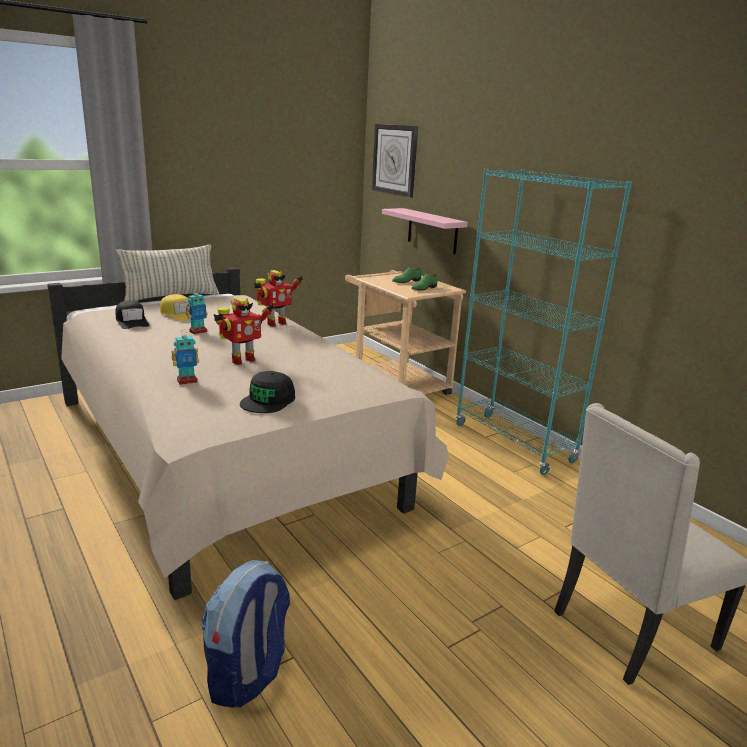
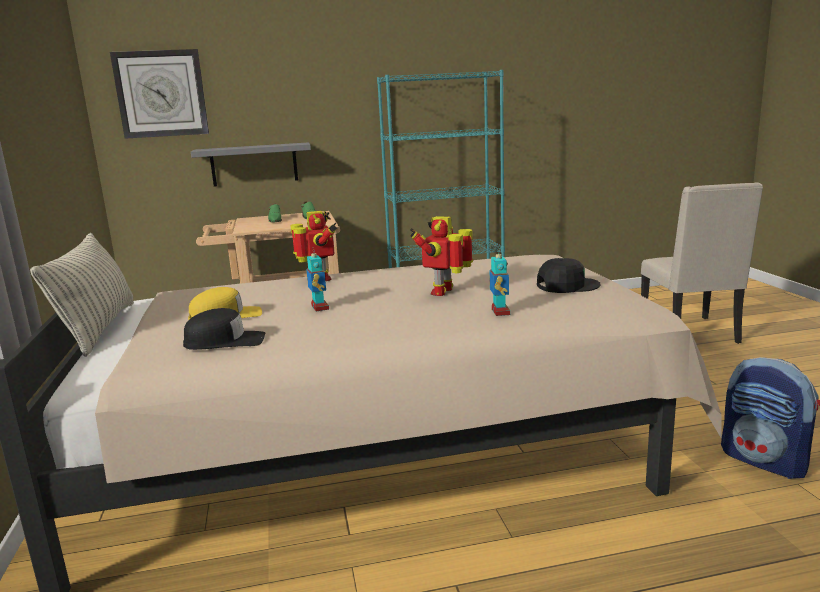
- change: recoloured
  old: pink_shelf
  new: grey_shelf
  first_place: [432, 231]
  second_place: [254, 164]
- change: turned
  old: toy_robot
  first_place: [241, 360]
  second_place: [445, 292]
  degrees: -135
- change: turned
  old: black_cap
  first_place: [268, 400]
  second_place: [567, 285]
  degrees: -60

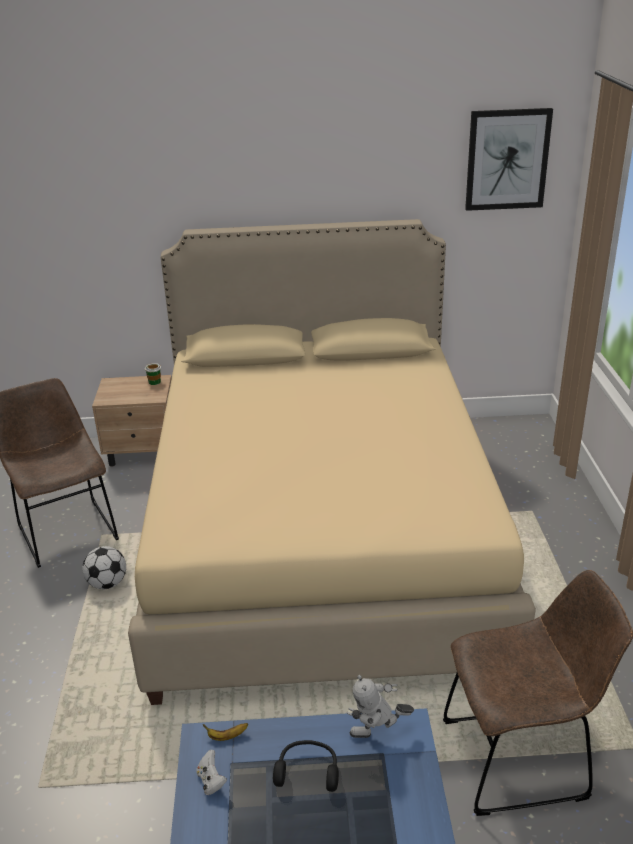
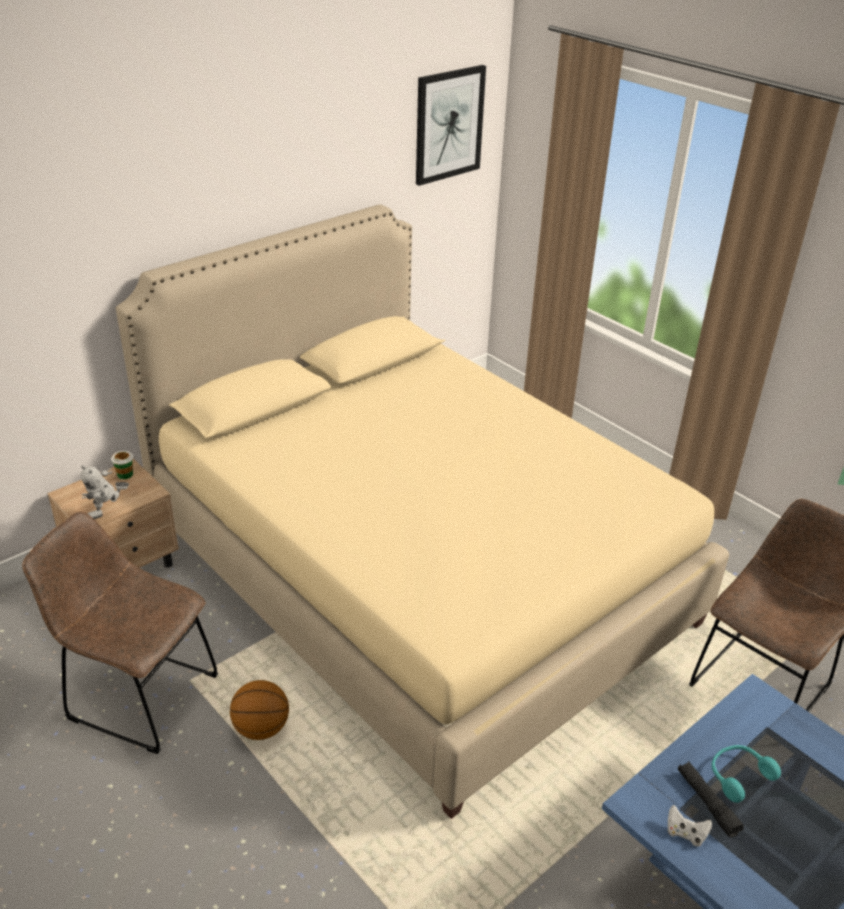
- change: removed
  old: banana
  first_place: [226, 736]
- change: added
  new: black_flashlight
  second_place: [707, 802]
- change: moved
  old: toy_robot
  first_place: [377, 736]
  second_place: [108, 513]
- change: replaced
  old: football
  new: basketball
  first_place: [107, 584]
  second_place: [261, 728]
- change: recoloured
  old: black_headphones
  new: turquoise_headphones
  first_place: [308, 771]
  second_place: [738, 775]

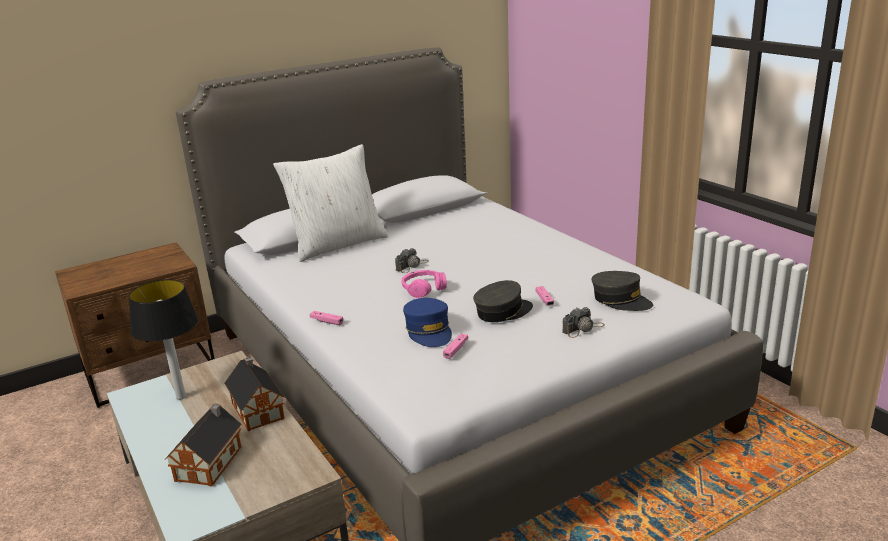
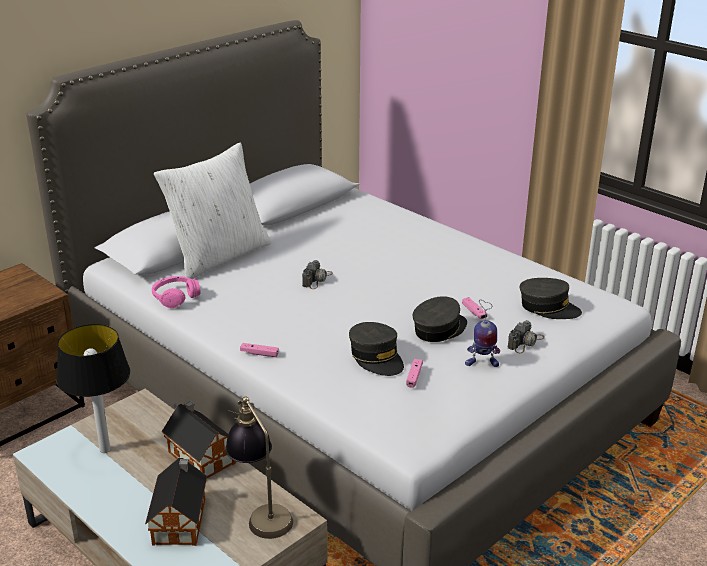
- change: added
  new: table_lamp
  second_place: [261, 511]
- change: added
  new: toy_robot
  second_place: [481, 363]
- change: moved
  old: pink_headphones
  first_place: [423, 289]
  second_place: [175, 297]
- change: recoloured
  old: blue_cap
  new: grey_cap
  first_place: [429, 331]
  second_place: [376, 357]

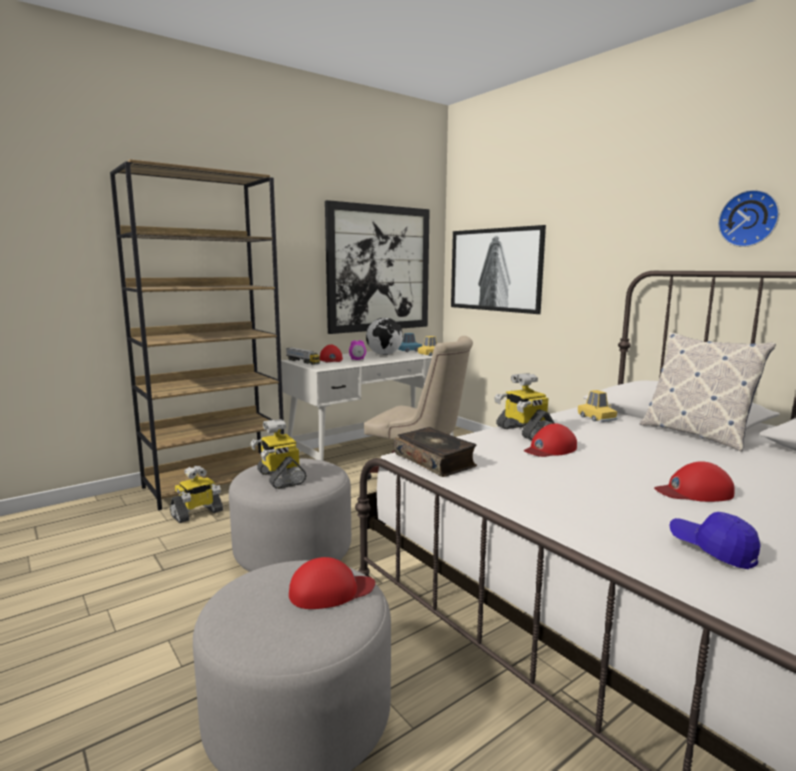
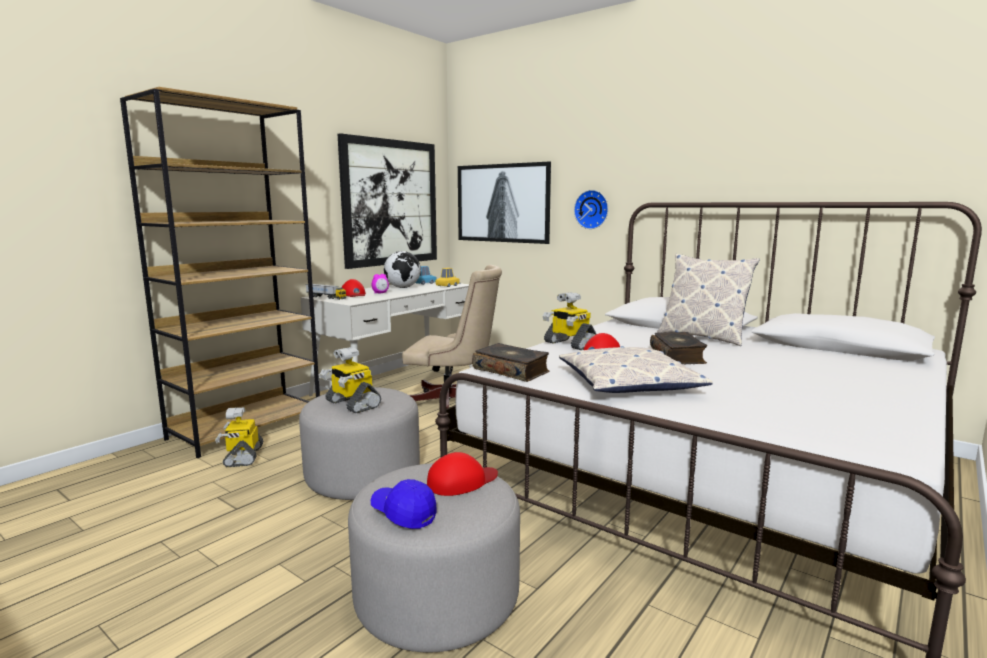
- change: removed
  old: yellow_toy_car
  first_place: [596, 418]
- change: removed
  old: red_cap
  first_place: [694, 492]
- change: added
  new: pillow
  second_place: [629, 383]
- change: added
  new: book
  second_place: [678, 356]
- change: moved
  old: blue_cap
  first_place: [712, 550]
  second_place: [403, 514]
- change: moved
  old: wall_clock
  first_place: [749, 219]
  second_place: [592, 209]
- change: turned
  old: toy_robot
  first_place: [197, 514]
  second_place: [243, 456]
  degrees: 135

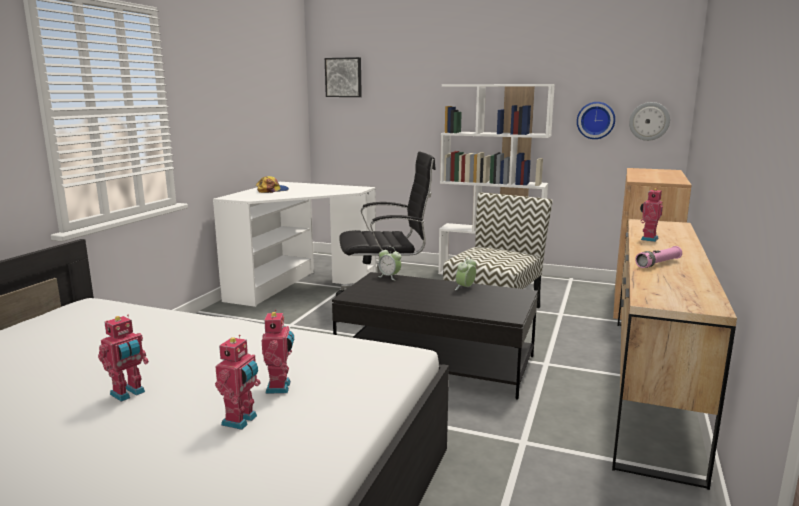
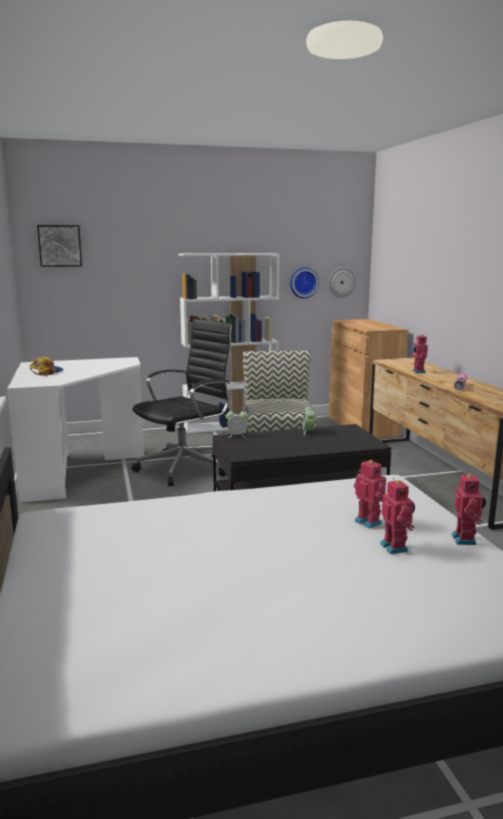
- change: moved
  old: toy_robot
  first_place: [128, 394]
  second_place: [465, 539]

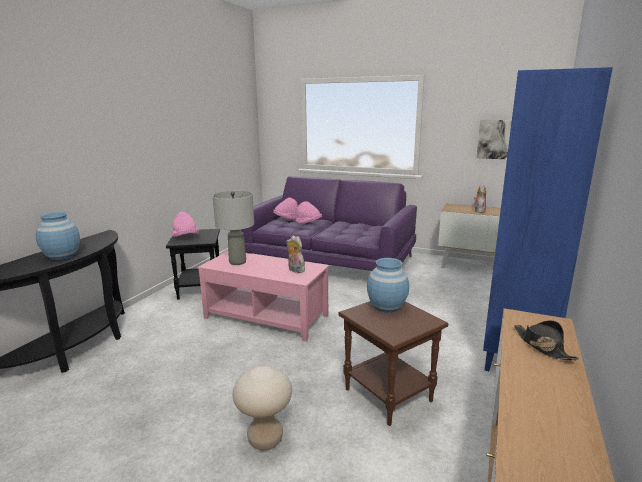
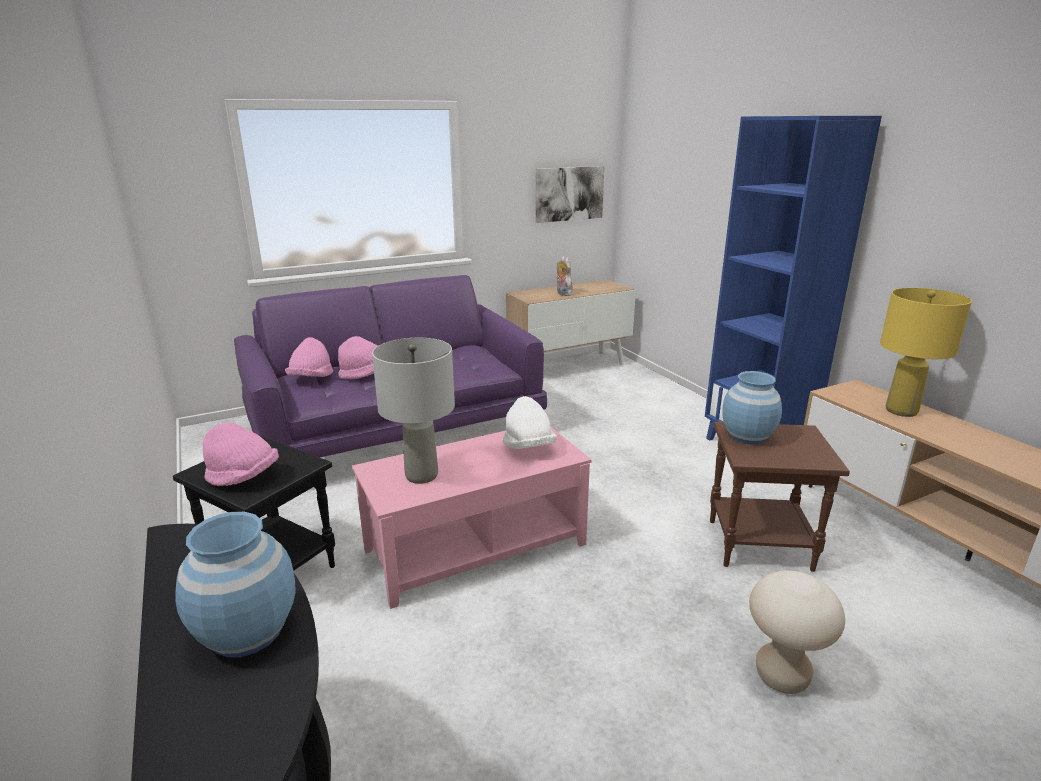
- change: replaced
  old: plush_toy
  new: white_hat
  first_place: [295, 270]
  second_place: [528, 447]
- change: replaced
  old: black_hat
  new: yellow_table_lamp
  first_place: [542, 346]
  second_place: [900, 410]

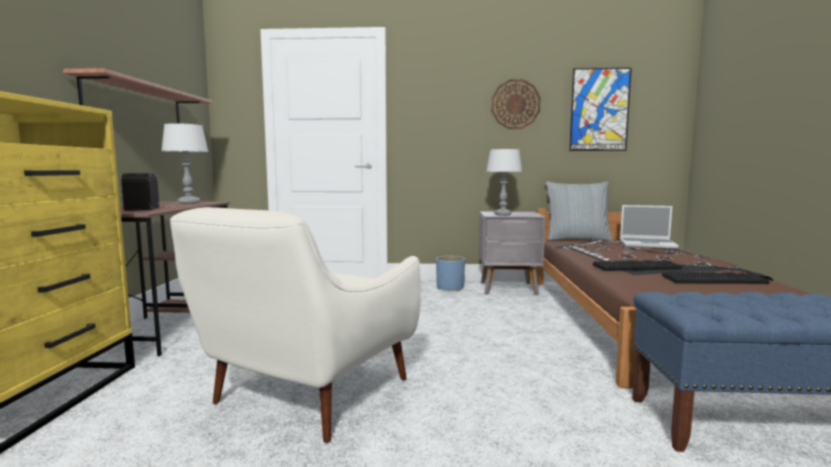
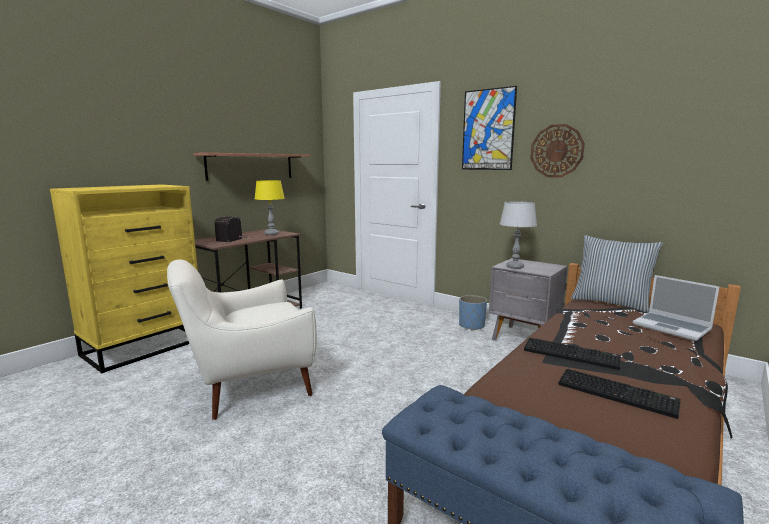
- change: moved
  old: picture
  first_place: [599, 110]
  second_place: [488, 130]
- change: recoloured
  old: grey_table_lamp
  new: yellow_table_lamp
  first_place: [188, 203]
  second_place: [271, 234]

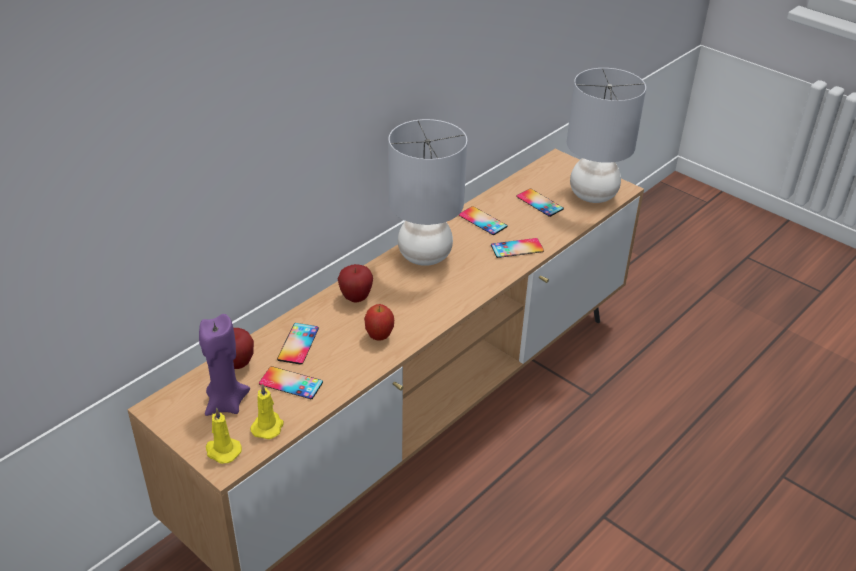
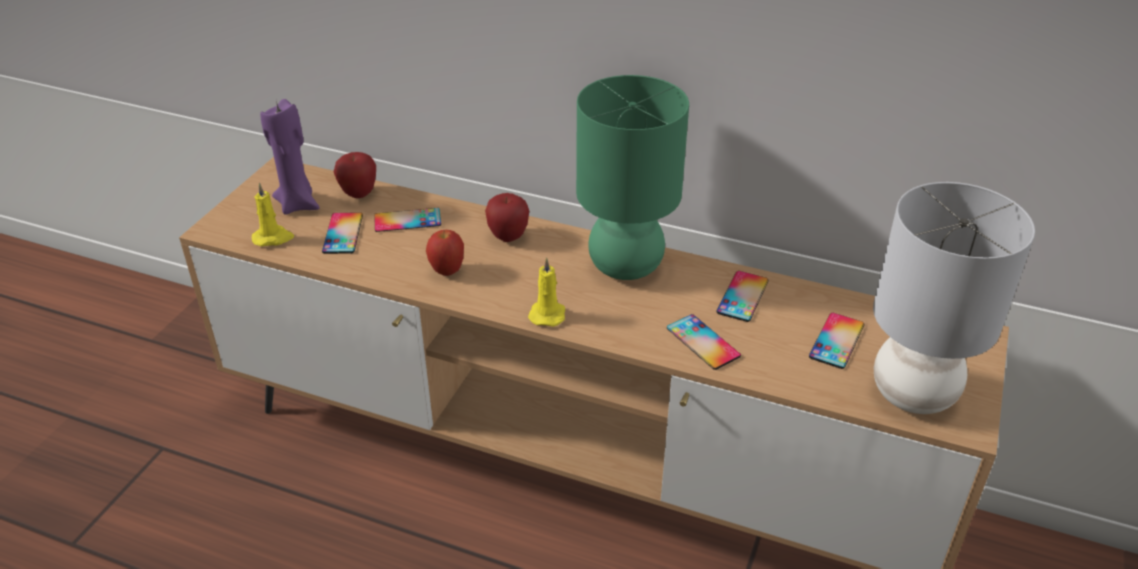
- change: moved
  old: yellow_candle
  first_place: [222, 451]
  second_place: [547, 314]
- change: recoloured
  old: grey_table_lamp
  new: green_table_lamp
  first_place: [425, 256]
  second_place: [625, 267]

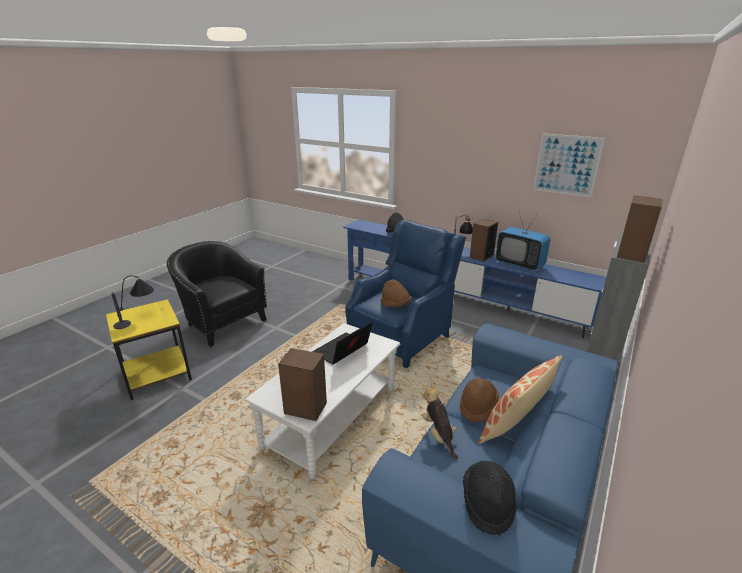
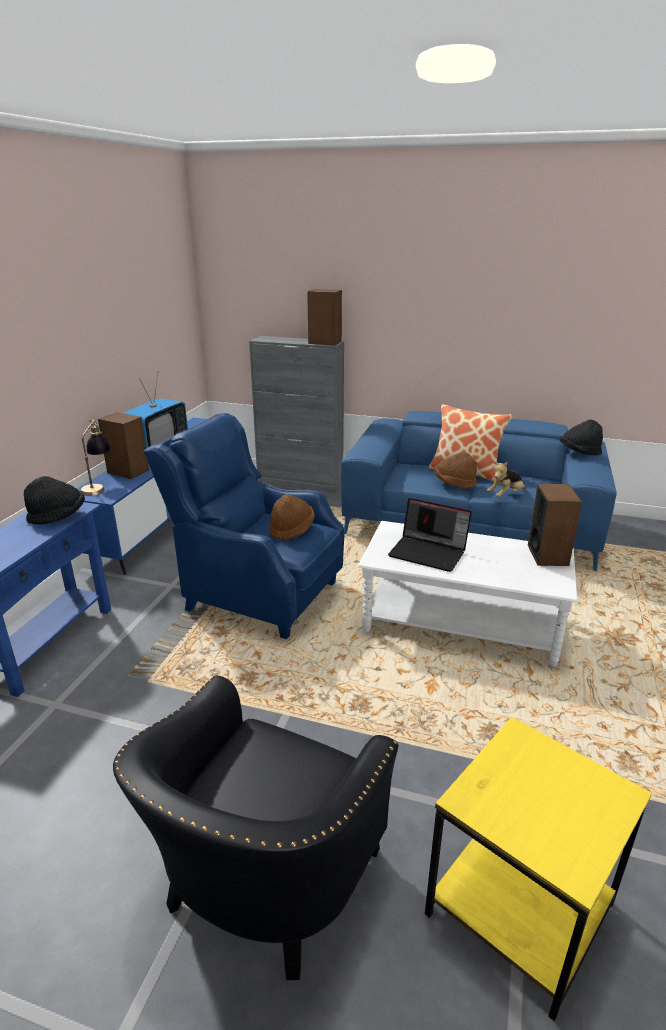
- change: removed
  old: table_lamp
  first_place: [138, 318]
- change: removed
  old: picture
  first_place: [566, 165]

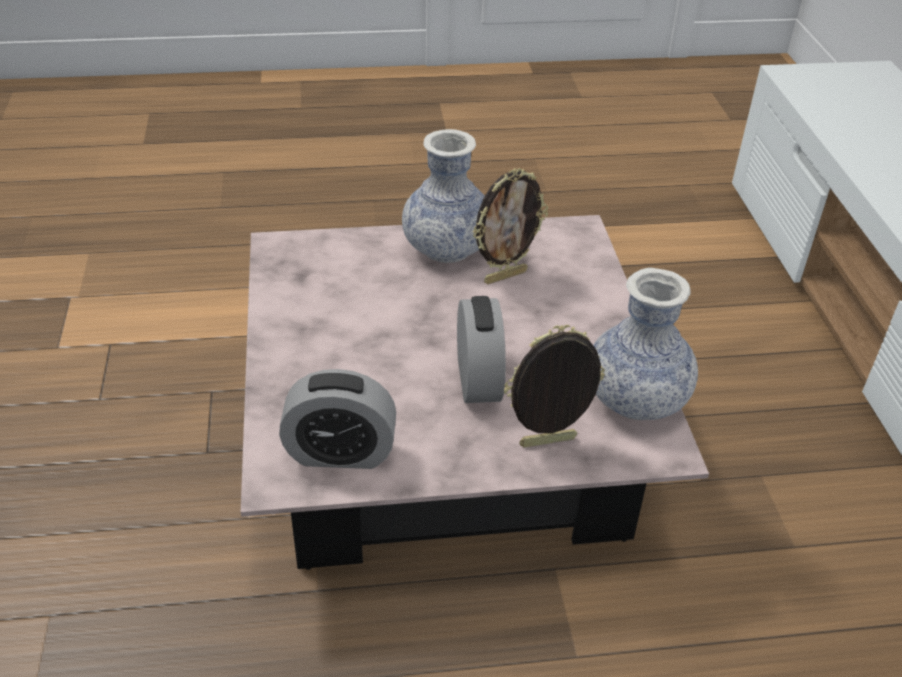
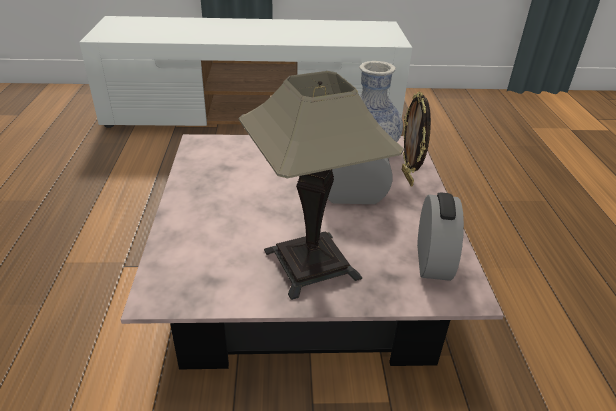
- change: removed
  old: vase
  first_place: [446, 248]
- change: removed
  old: picture_frame
  first_place: [505, 276]
- change: added
  new: table_lamp
  second_place: [311, 264]

